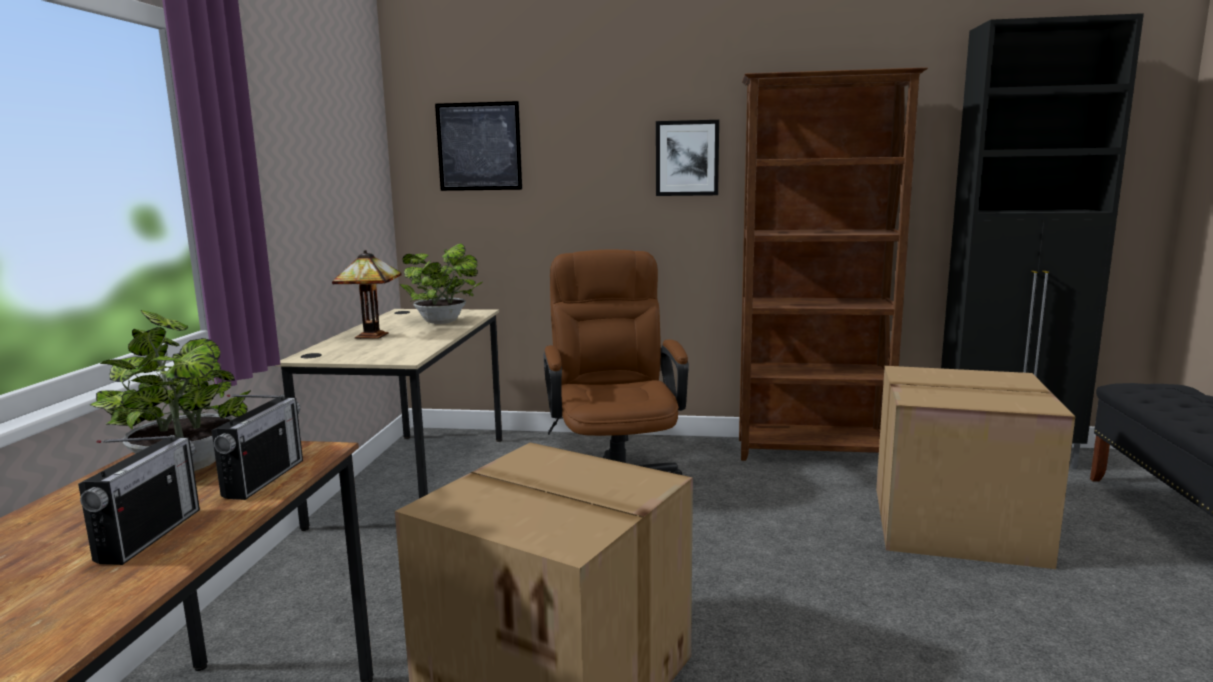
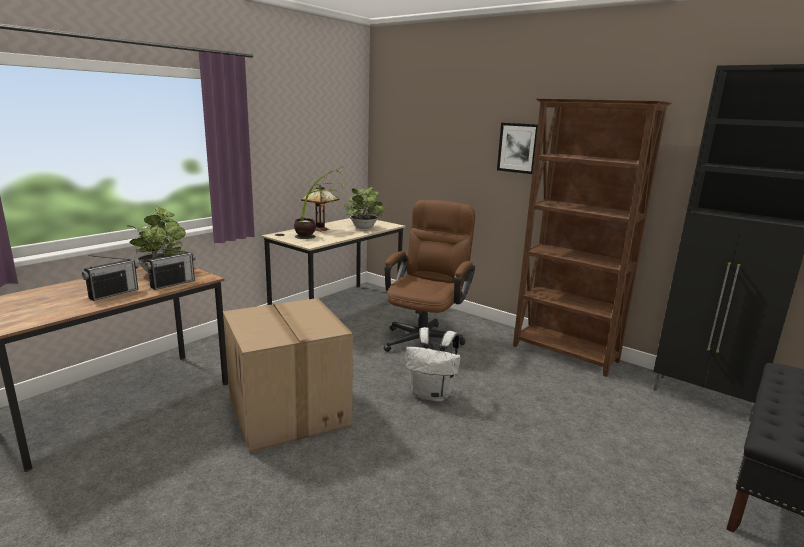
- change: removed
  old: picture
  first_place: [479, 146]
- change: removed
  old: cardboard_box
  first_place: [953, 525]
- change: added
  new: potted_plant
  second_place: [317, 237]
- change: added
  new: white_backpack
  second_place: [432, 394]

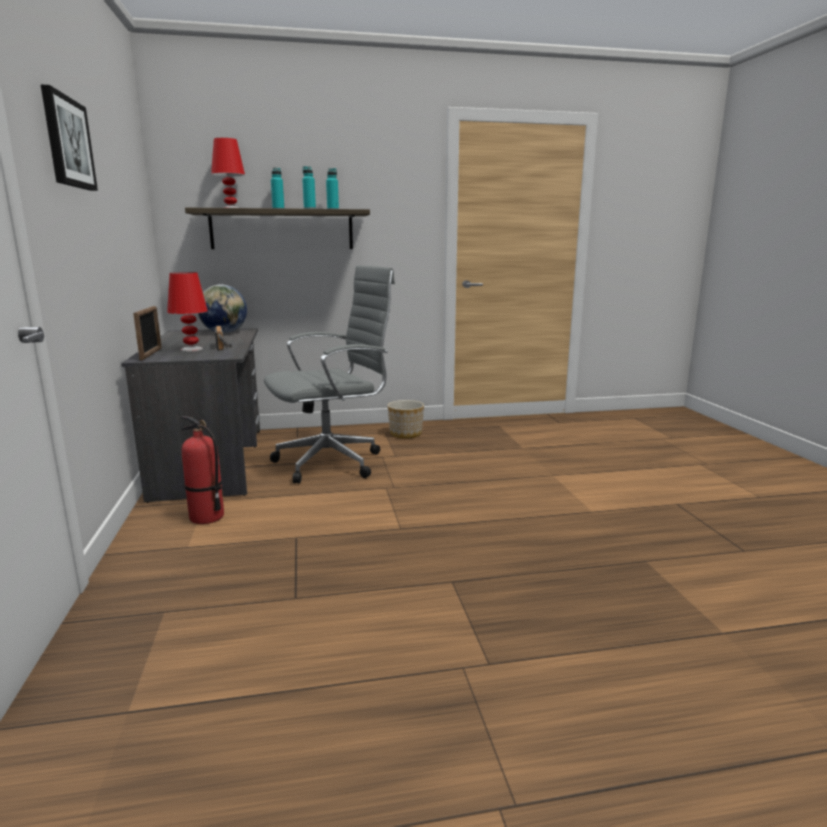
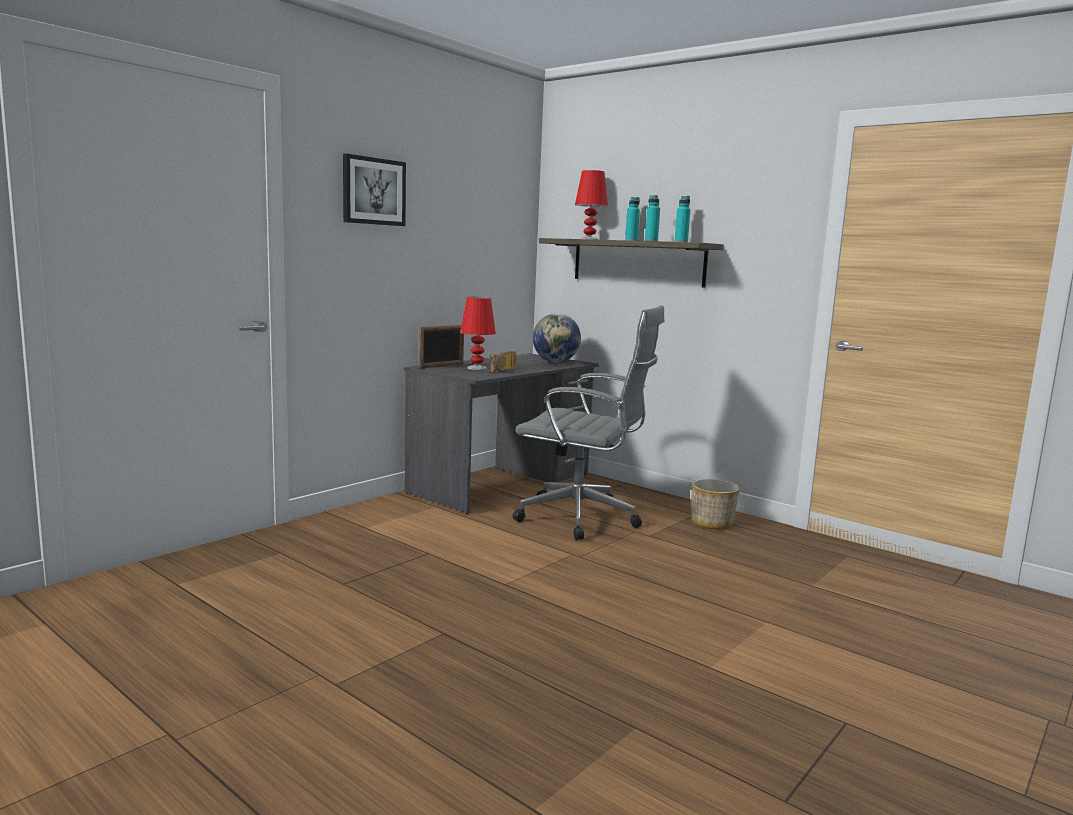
- change: removed
  old: fire_extinguisher
  first_place: [206, 517]

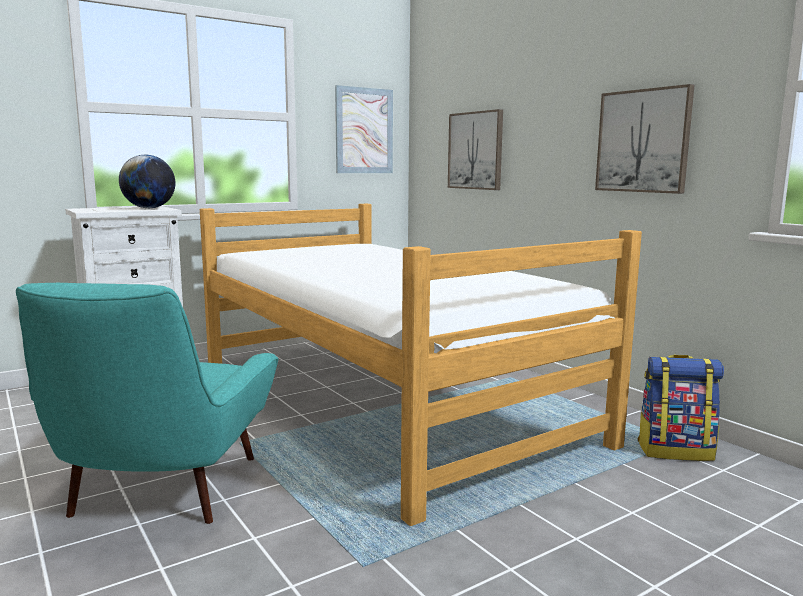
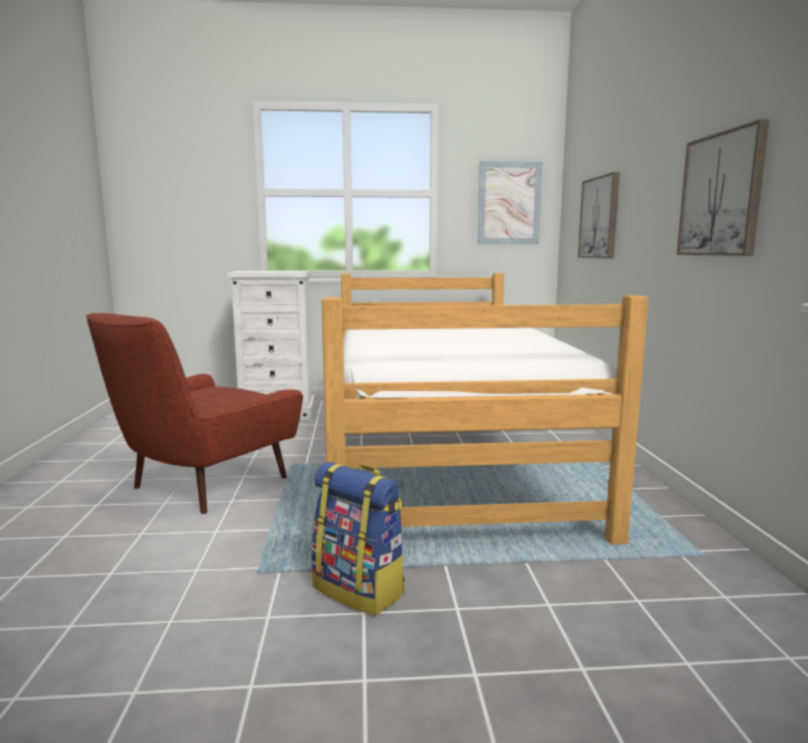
- change: removed
  old: globe
  first_place: [149, 208]
- change: moved
  old: backpack
  first_place: [675, 451]
  second_place: [360, 590]
- change: recoloured
  old: turquoise_armchair
  new: red_armchair
  first_place: [162, 491]
  second_place: [203, 485]

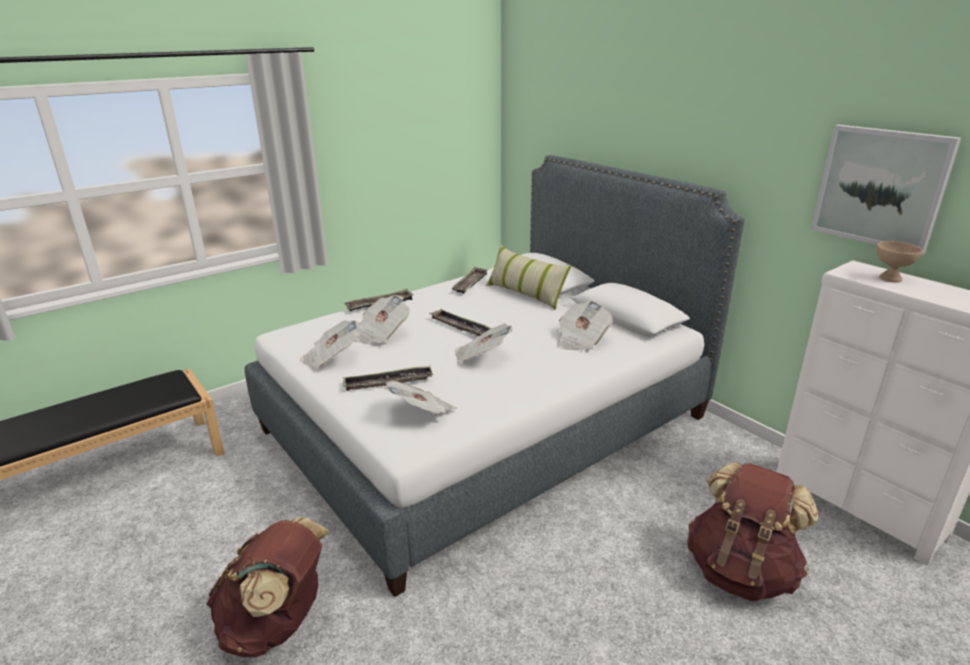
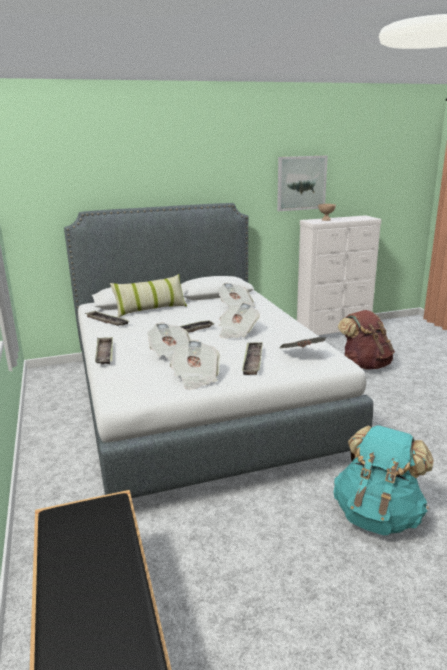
- change: recoloured
  old: brown_backpack
  new: turquoise_backpack
  first_place: [277, 623]
  second_place: [378, 515]

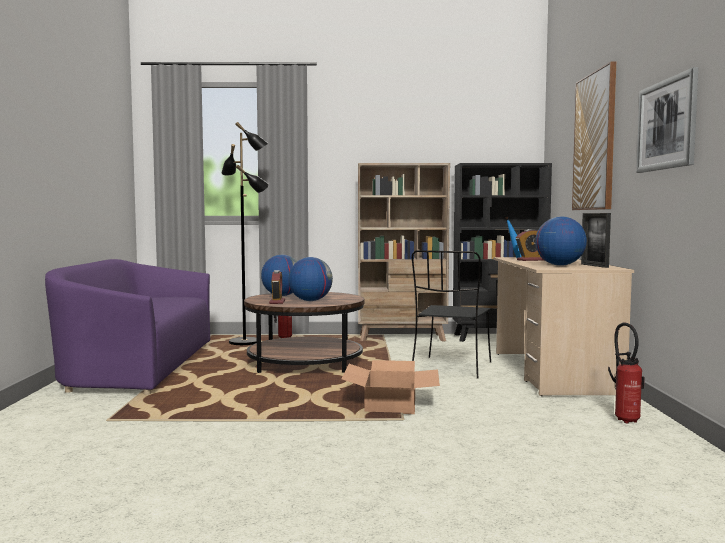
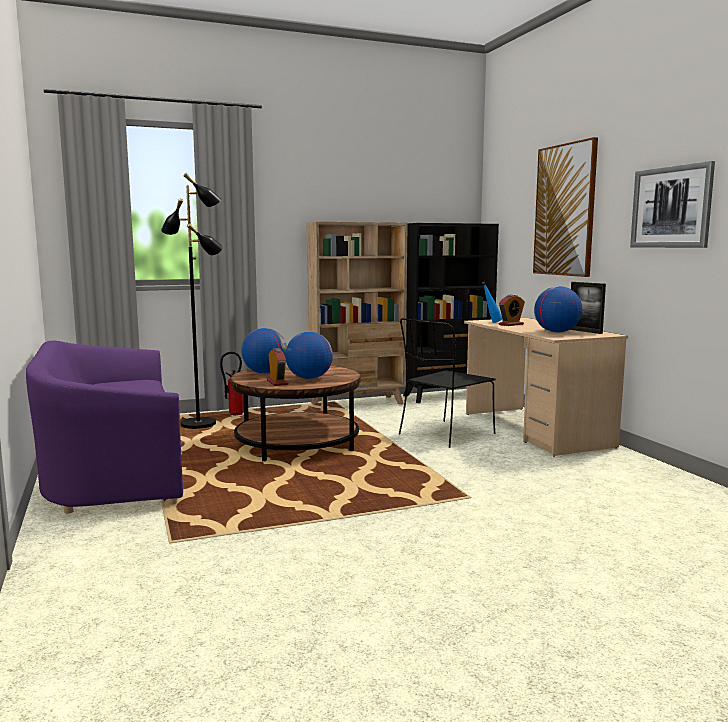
- change: removed
  old: cardboard_box
  first_place: [391, 403]
- change: removed
  old: fire_extinguisher
  first_place: [625, 419]
- change: turned
  old: black_chair
  first_place: [451, 368]
  second_place: [445, 435]
  degrees: 45

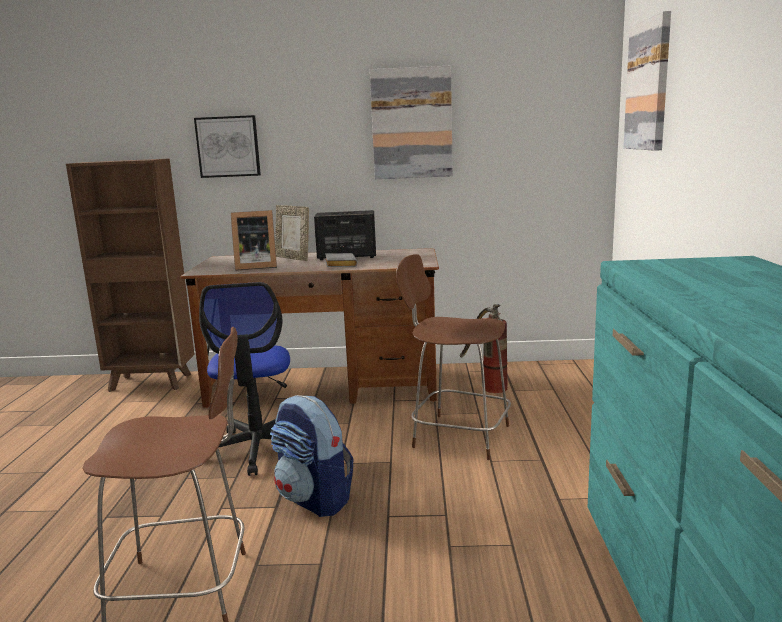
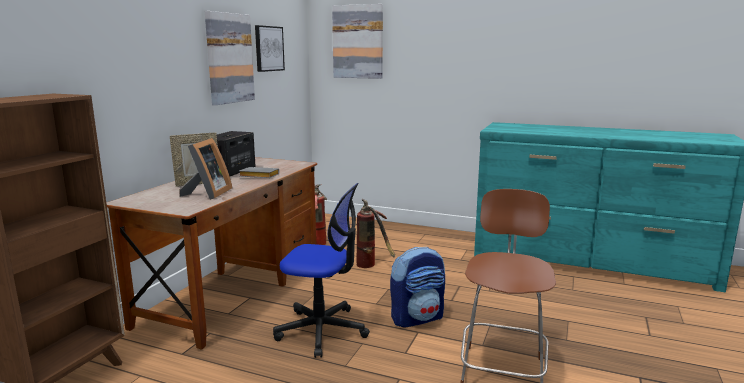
- change: moved
  old: picture
  first_place: [228, 146]
  second_place: [268, 48]
- change: replaced
  old: brown_chair
  new: fire_extinguisher
  first_place: [457, 435]
  second_place: [372, 265]

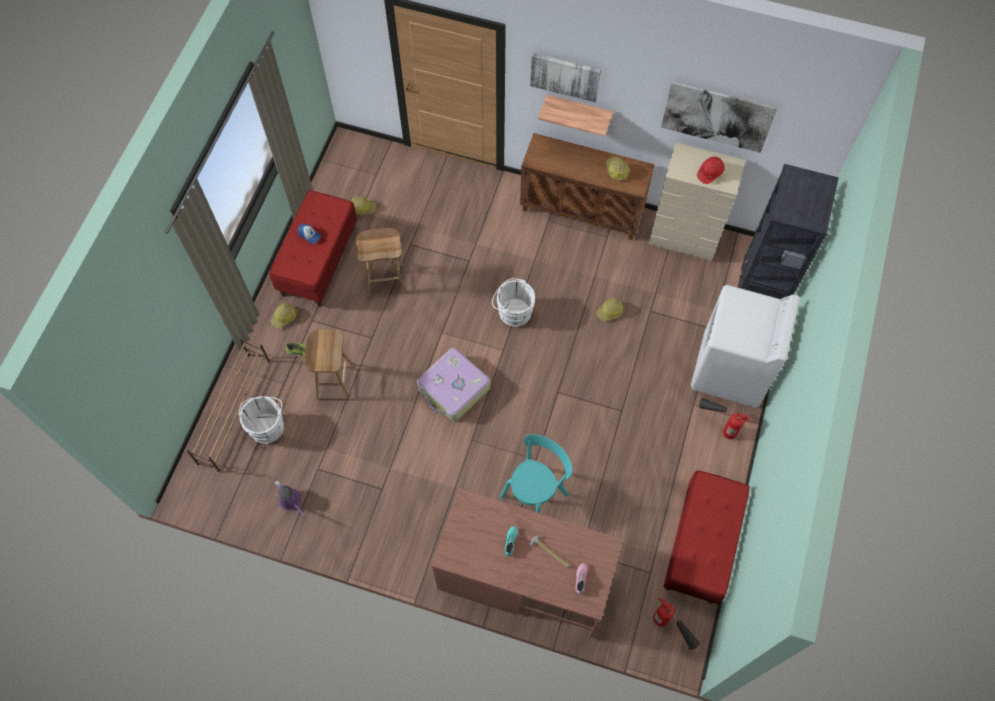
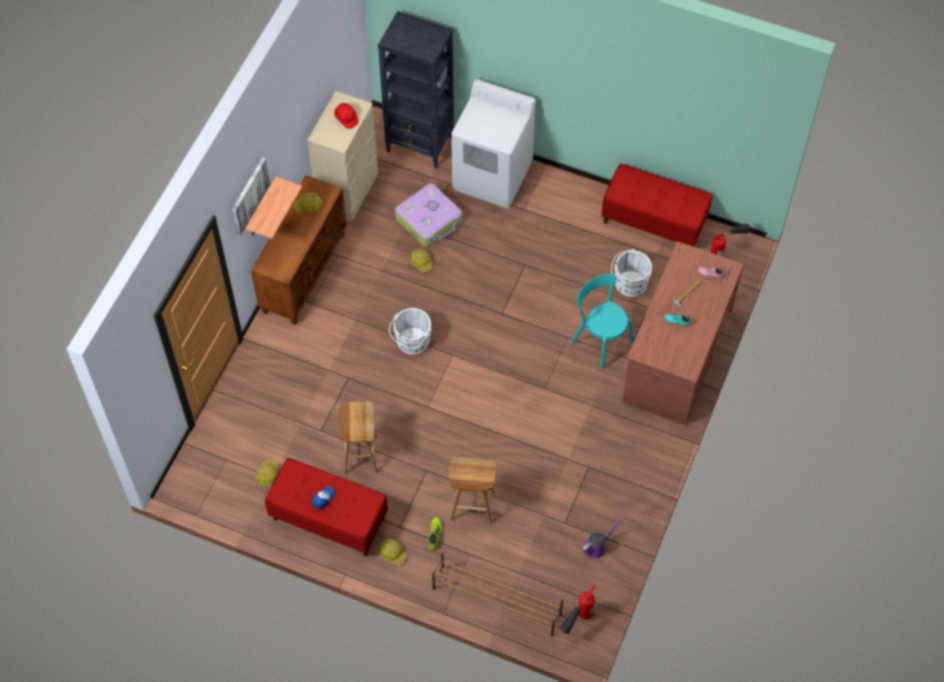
- change: removed
  old: picture
  first_place: [717, 116]
- change: moved
  old: white_bucket
  first_place: [267, 426]
  second_place: [628, 284]
- change: moved
  old: suitcase
  first_place: [454, 389]
  second_place: [429, 220]
- change: moved
  old: fire_extinguisher
  first_place: [717, 426]
  second_place: [576, 623]

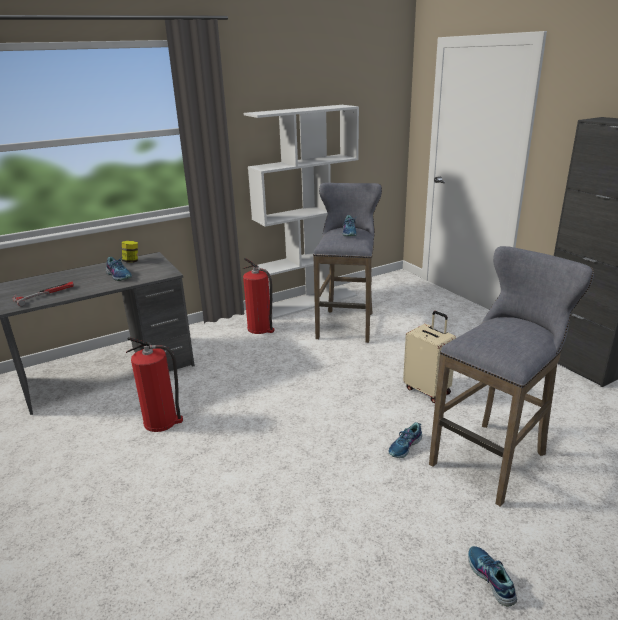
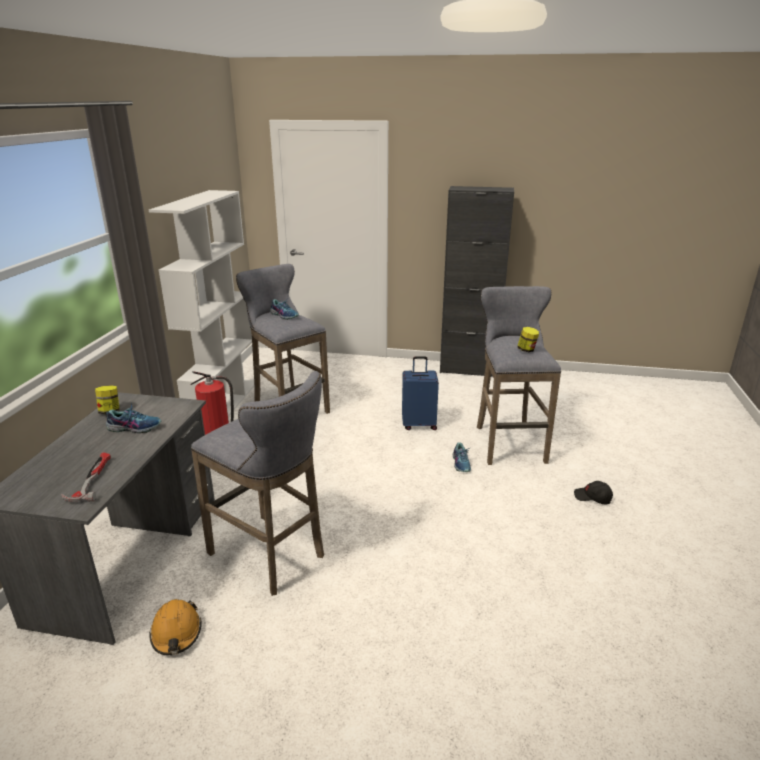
- change: added
  new: orange_hard_hat
  second_place: [176, 633]
- change: added
  new: jar
  second_place: [526, 350]
- change: replaced
  old: fire_extinguisher
  new: grey_stool
  first_place: [161, 421]
  second_place: [271, 556]
- change: replaced
  old: shoe
  new: black_cap
  first_place: [490, 579]
  second_place: [592, 498]
- change: recoloured
  old: beige_suitcase
  new: blue_suitcase
  first_place: [428, 390]
  second_place: [419, 424]

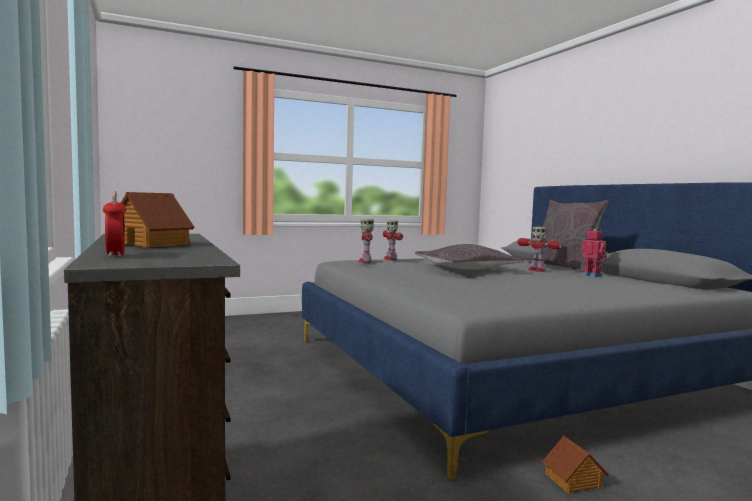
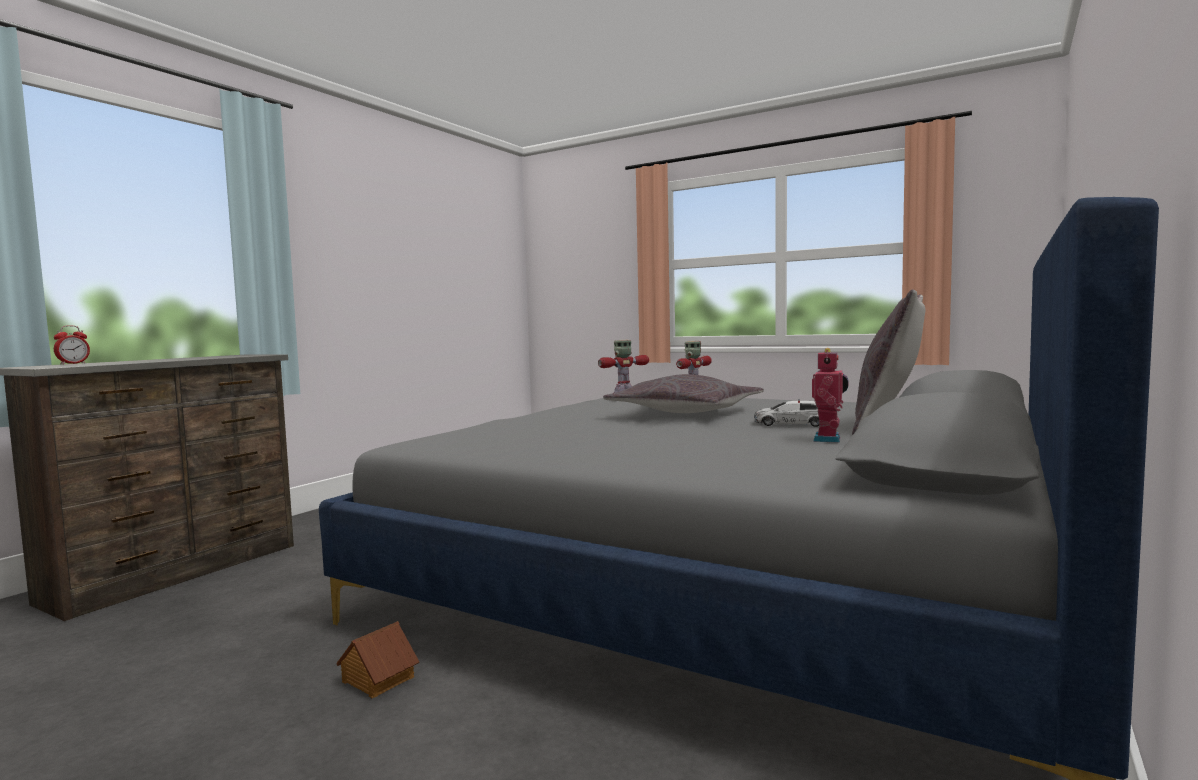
- change: removed
  old: toy_house
  first_place: [152, 244]
- change: replaced
  old: toy_robot
  new: toy_car
  first_place: [536, 270]
  second_place: [792, 424]

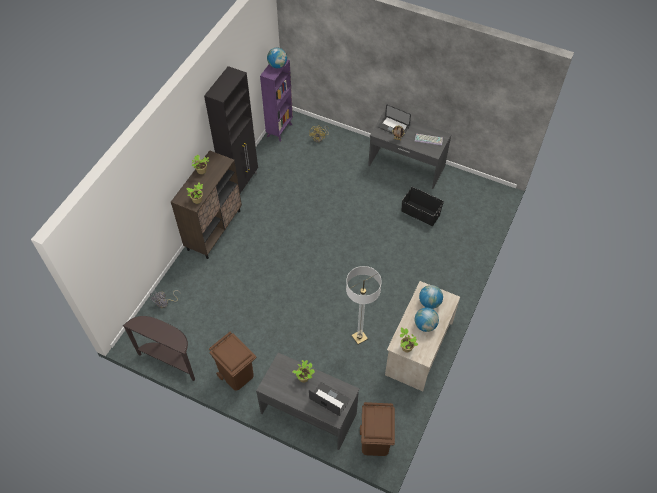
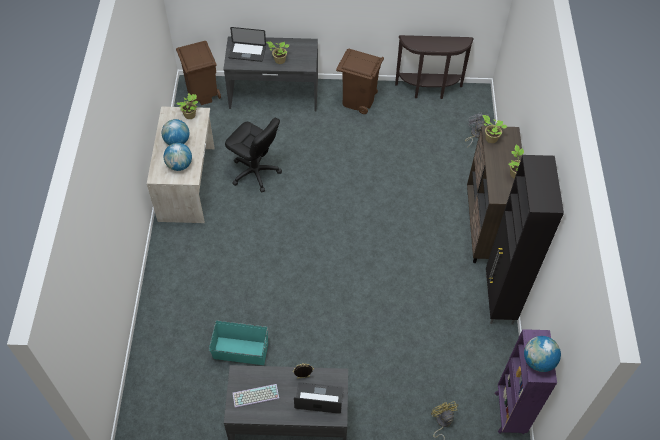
- change: replaced
  old: floor_lamp
  new: black_office_chair
  first_place: [359, 337]
  second_place: [255, 172]
- change: recoloured
  old: black_storage_box
  new: turquoise_storage_box
  first_place: [420, 213]
  second_place: [240, 350]

